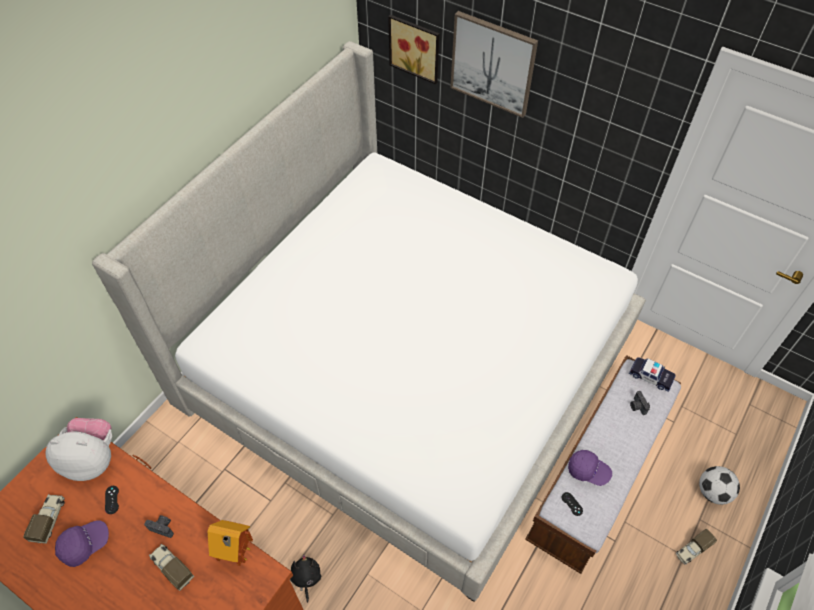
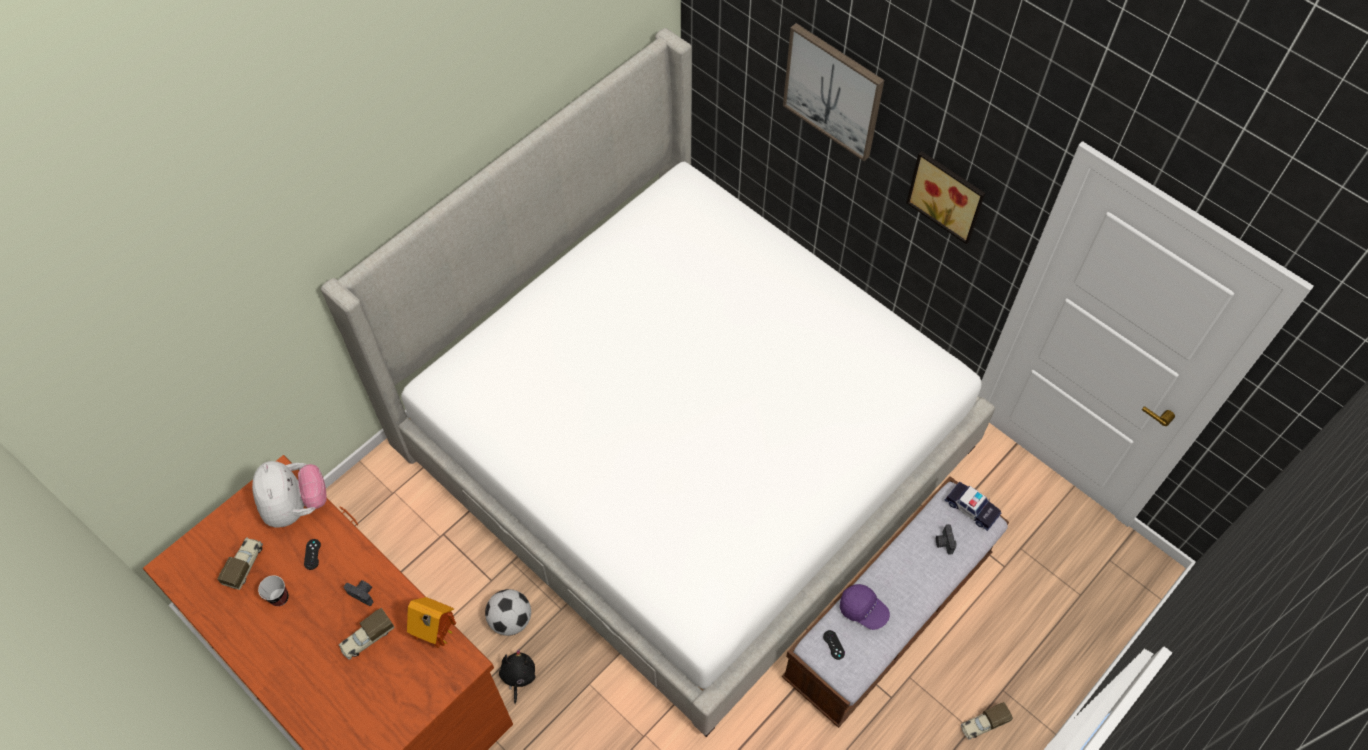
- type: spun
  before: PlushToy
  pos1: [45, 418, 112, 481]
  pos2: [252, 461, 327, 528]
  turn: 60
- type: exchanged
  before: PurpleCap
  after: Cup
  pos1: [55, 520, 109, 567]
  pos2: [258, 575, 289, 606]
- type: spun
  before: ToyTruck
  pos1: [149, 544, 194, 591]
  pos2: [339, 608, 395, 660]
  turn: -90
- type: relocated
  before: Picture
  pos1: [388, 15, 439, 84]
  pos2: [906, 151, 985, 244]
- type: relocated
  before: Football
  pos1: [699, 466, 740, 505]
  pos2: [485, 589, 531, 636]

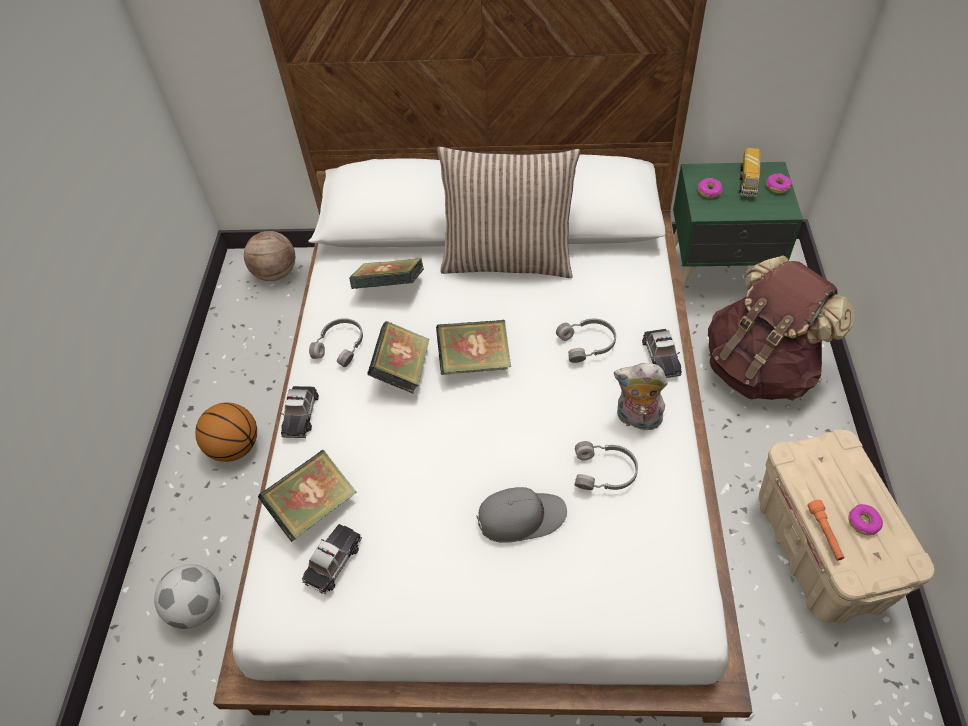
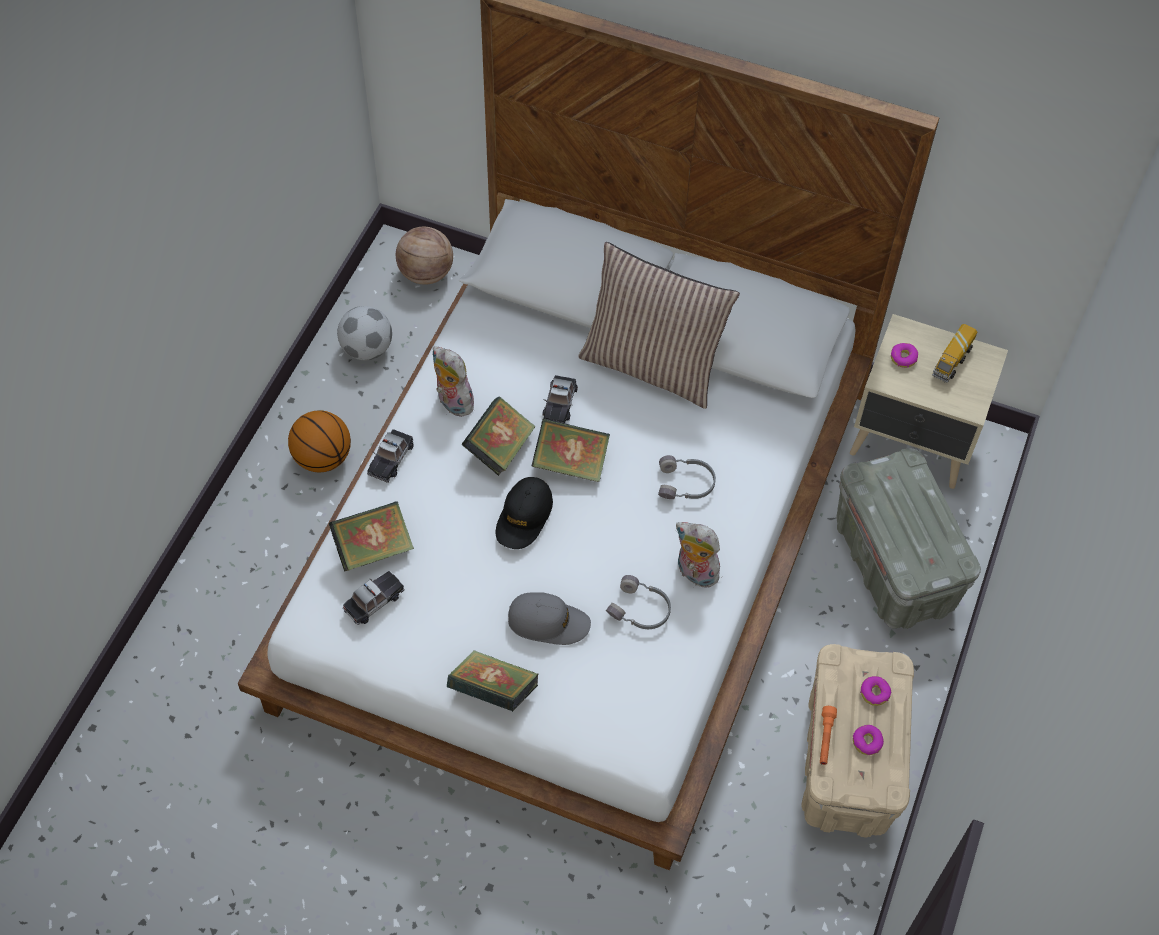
- type: relocated
  before: Football
  pos1: [154, 564, 220, 629]
  pos2: [337, 306, 392, 361]
- type: exchanged
  before: GreyHeadphones
  after: PlushToy
  pos1: [309, 318, 363, 367]
  pos2: [432, 346, 475, 417]
- type: relocated
  before: Book
  pos1: [349, 258, 424, 289]
  pos2: [447, 650, 538, 712]
- type: relocated
  before: ToyCar
  pos1: [642, 329, 682, 378]
  pos2: [542, 375, 578, 424]
- type: colour
  before: GreenNightstand
  after: BeigeNightstand
  pos1: [673, 162, 803, 290]
  pos2: [850, 314, 1008, 489]
- type: exchanged
  before: BrownBackpack
  after: GreyStorageBox
  pos1: [708, 256, 855, 401]
  pos2: [836, 448, 981, 629]
- type: relocated
  before: Donut
  pos1: [766, 173, 792, 194]
  pos2: [860, 676, 891, 706]
- type: appeared
  after: BlackCap
  pos2: [496, 477, 553, 549]

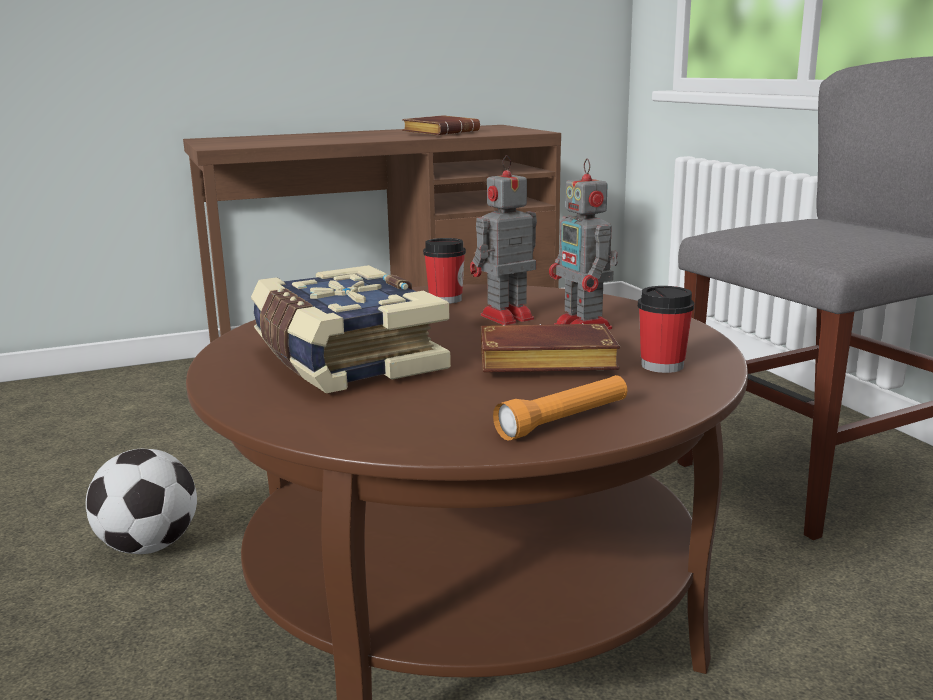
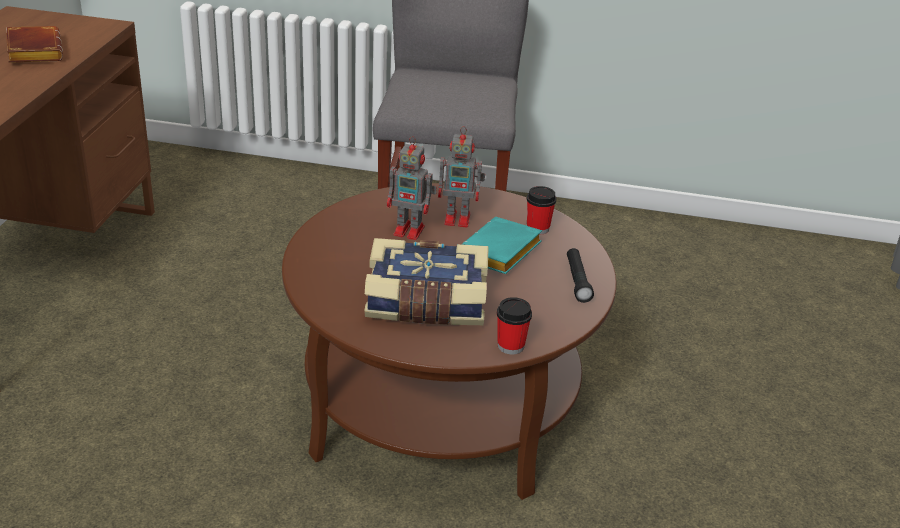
- type: missing
  before: Football
  pos1: [86, 449, 197, 554]
- type: relocated
  before: Cup
  pos1: [423, 238, 466, 304]
  pos2: [497, 297, 532, 354]
- type: spun
  before: ToyRobot
  pos1: [470, 155, 537, 325]
  pos2: [387, 136, 437, 240]
  turn: -75
- type: colour
  before: BrownBook
  after: TurquoiseBook
  pos1: [481, 323, 620, 372]
  pos2: [462, 217, 542, 274]
- type: colour
  before: OrangeFlashlight
  after: BlackFlashlight
  pos1: [493, 375, 627, 441]
  pos2: [567, 248, 594, 303]

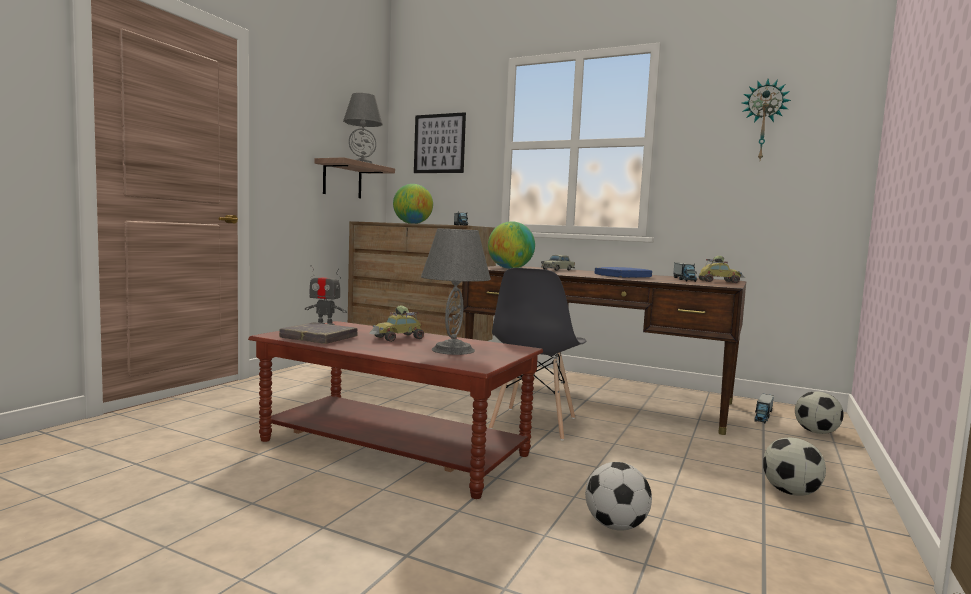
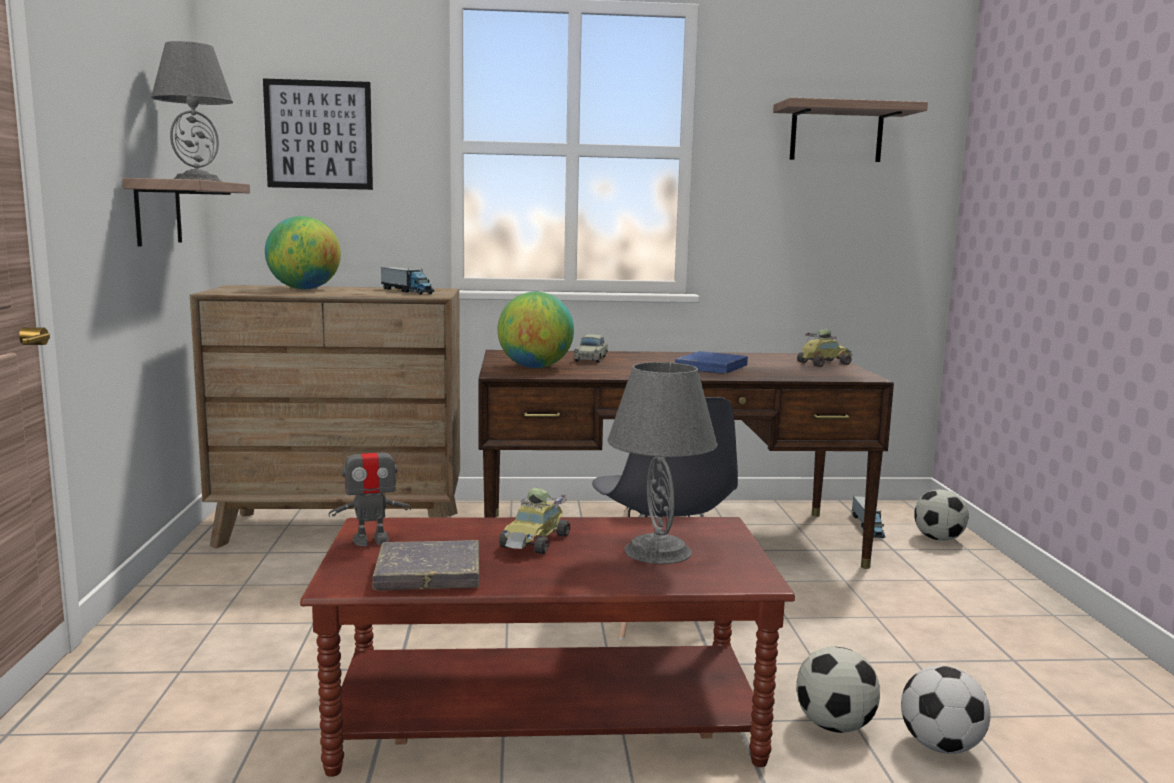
- type: missing
  before: ToyTruck
  pos1: [674, 263, 697, 282]
- type: exchanged
  before: WallClock
  after: Shelf
  pos1: [742, 79, 791, 160]
  pos2: [773, 98, 928, 162]
- type: relocated
  before: Football
  pos1: [763, 437, 826, 496]
  pos2: [796, 647, 880, 733]

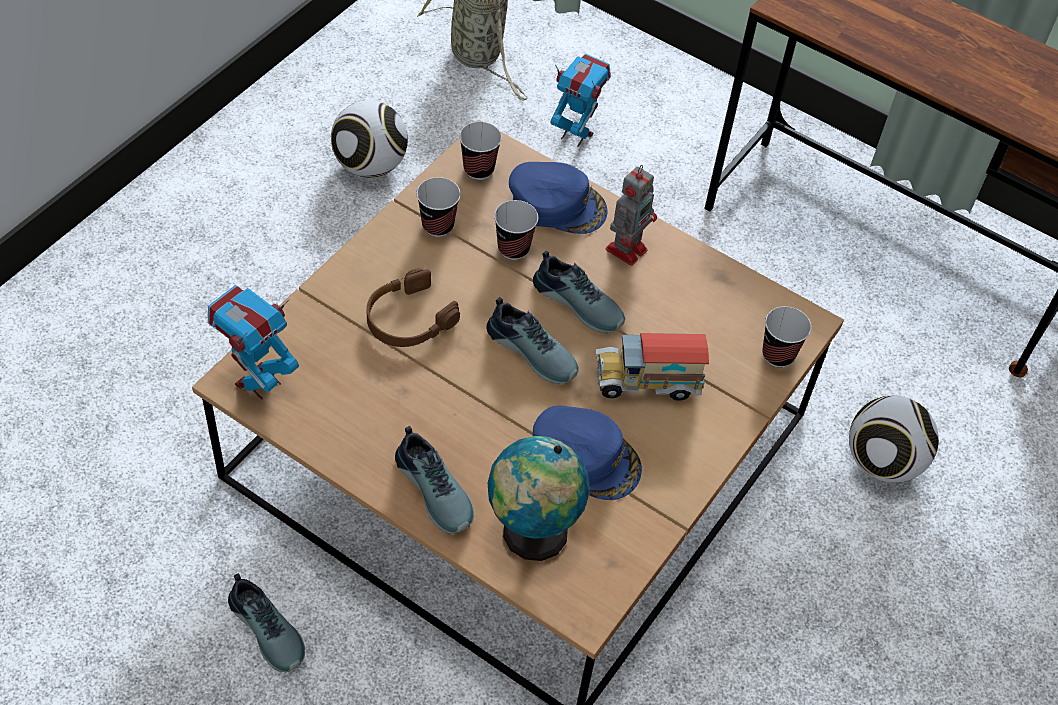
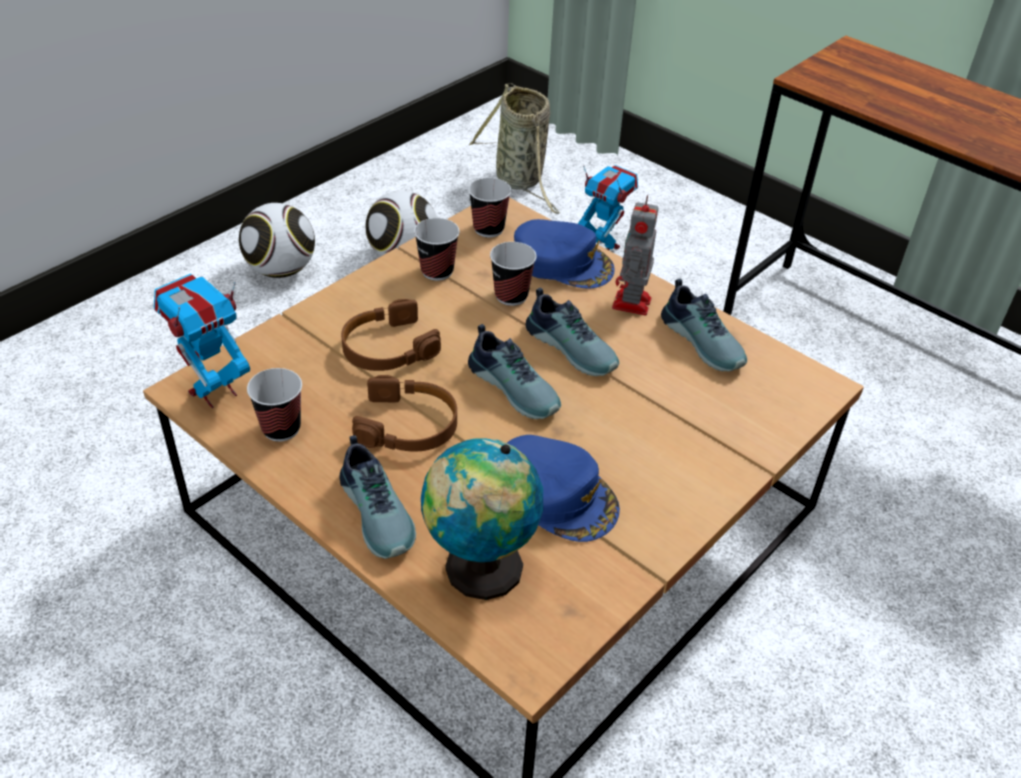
- type: relocated
  before: Shoe
  pos1: [228, 573, 305, 672]
  pos2: [661, 279, 747, 372]
- type: missing
  before: ToyTruck
  pos1: [596, 333, 709, 401]
- type: spun
  before: ToyRobot
  pos1: [605, 165, 657, 266]
  pos2: [612, 195, 658, 315]
  turn: 150
- type: relocated
  before: Cup
  pos1: [762, 306, 811, 368]
  pos2: [247, 368, 302, 442]
- type: relocated
  before: Football
  pos1: [849, 396, 939, 483]
  pos2: [239, 203, 315, 278]
- type: appeared
  after: BrownHeadphones
  pos2: [352, 375, 457, 452]

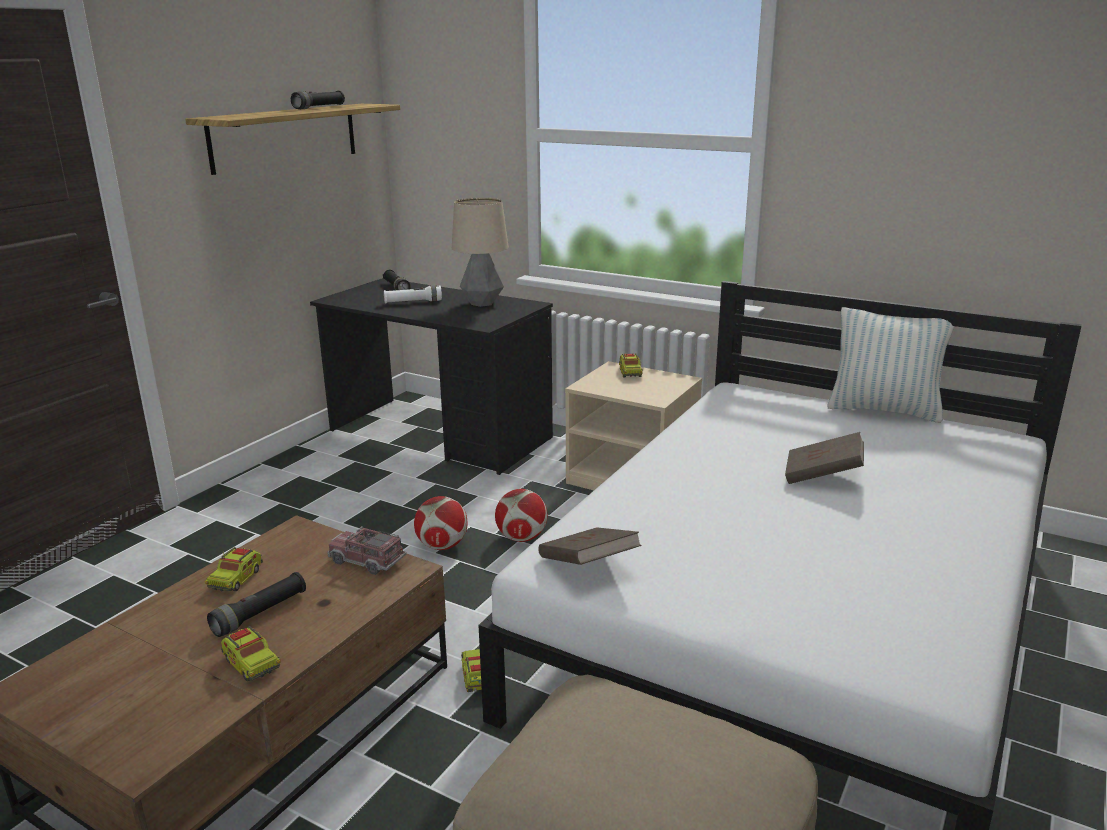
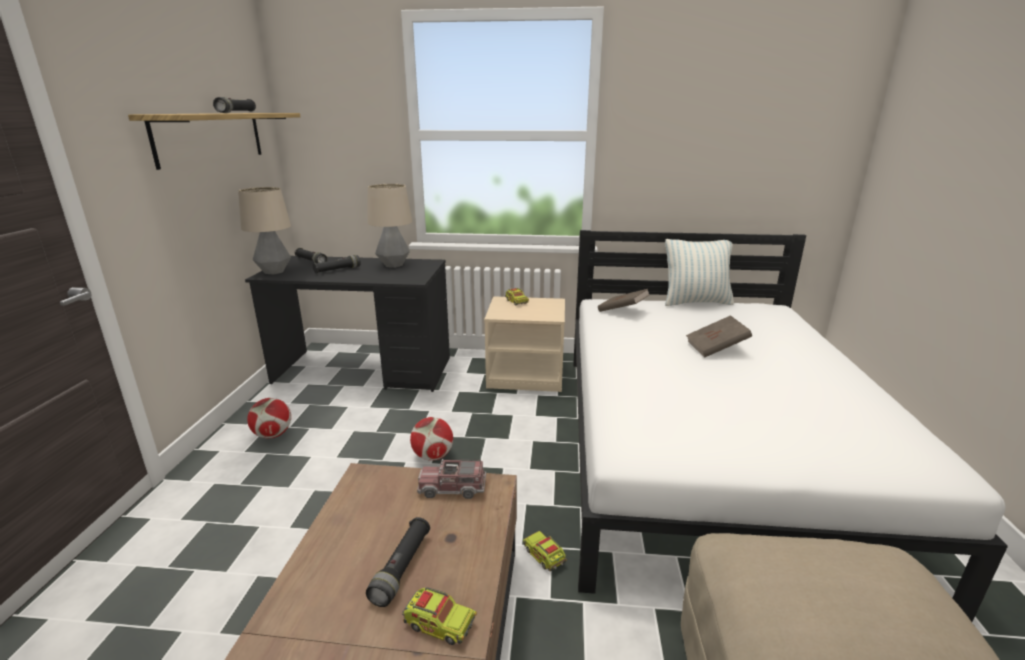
- type: missing
  before: ToyTruck
  pos1: [205, 547, 263, 592]
- type: colour
  before: WhiteFlashlight
  after: BlackFlashlight
  pos1: [384, 285, 442, 304]
  pos2: [313, 255, 361, 273]
- type: relocated
  before: Football
  pos1: [495, 489, 547, 542]
  pos2: [247, 398, 291, 438]
- type: relocated
  before: BrownBook
  pos1: [538, 527, 642, 565]
  pos2: [598, 289, 650, 312]
- type: appeared
  after: TableLamp
  pos2: [238, 187, 291, 275]

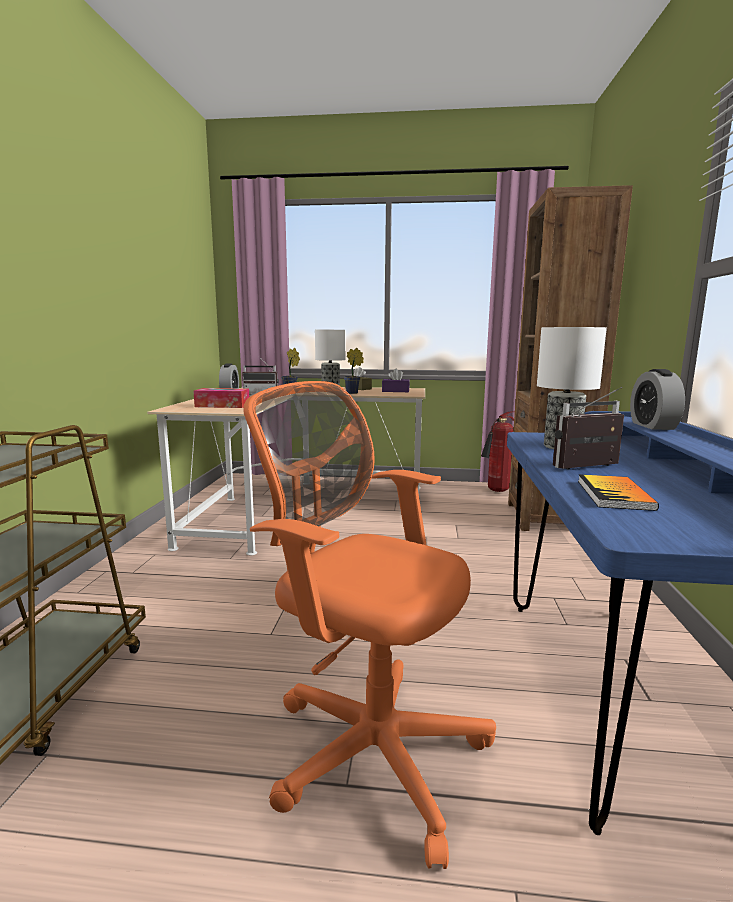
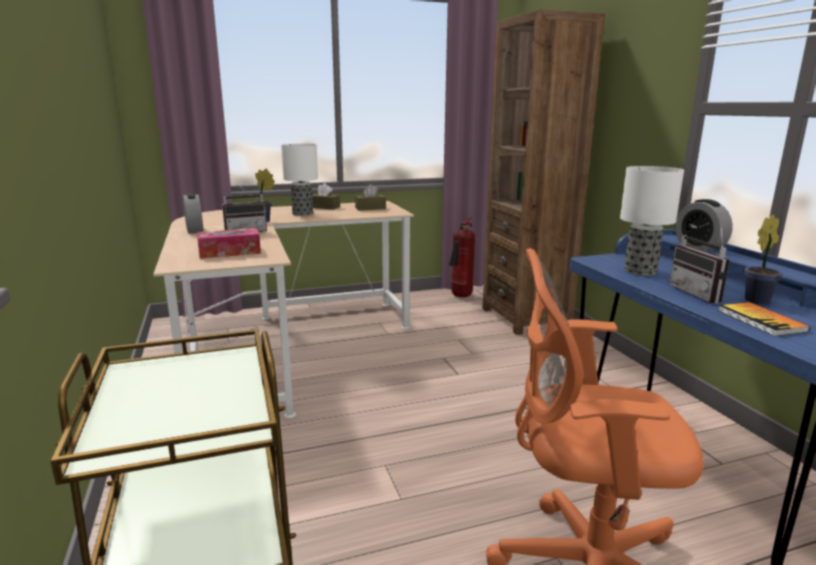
- type: relocated
  before: PottedPlant
  pos1: [344, 348, 364, 394]
  pos2: [744, 214, 783, 305]
- type: colour
  before: PurpleTissueBox
  after: BrownTissueBox
  pos1: [382, 369, 410, 392]
  pos2: [355, 184, 386, 211]
- type: spun
  before: Radio
  pos1: [553, 387, 624, 469]
  pos2: [669, 224, 730, 304]
  turn: -60

